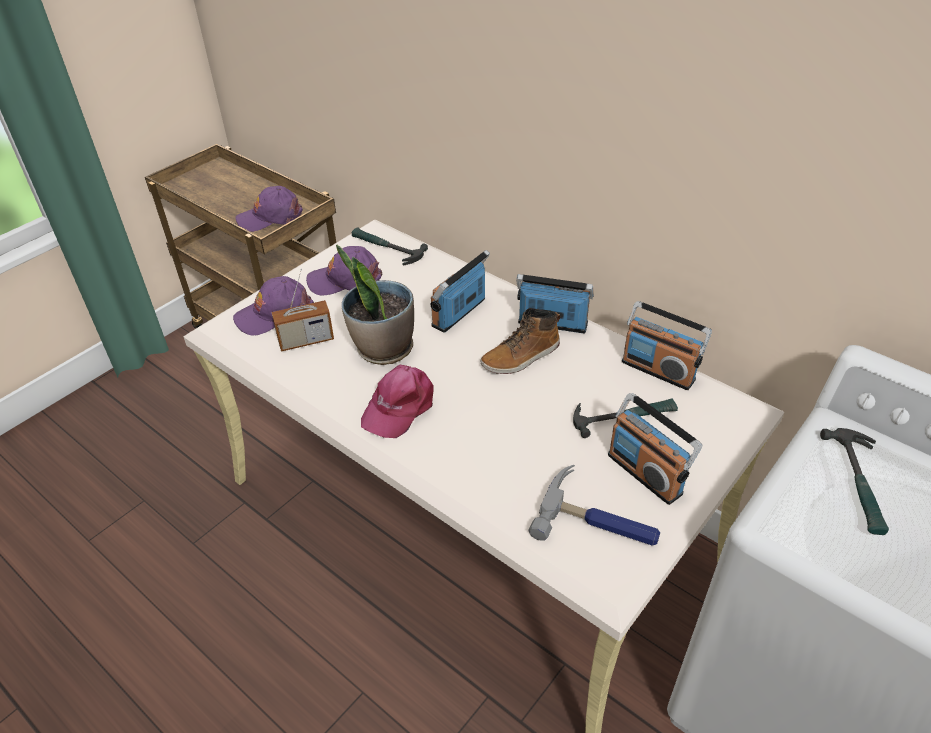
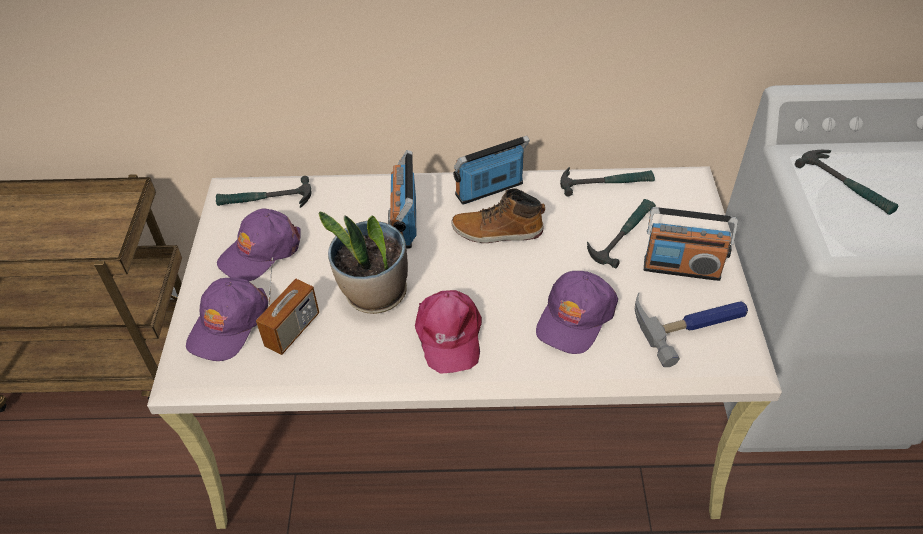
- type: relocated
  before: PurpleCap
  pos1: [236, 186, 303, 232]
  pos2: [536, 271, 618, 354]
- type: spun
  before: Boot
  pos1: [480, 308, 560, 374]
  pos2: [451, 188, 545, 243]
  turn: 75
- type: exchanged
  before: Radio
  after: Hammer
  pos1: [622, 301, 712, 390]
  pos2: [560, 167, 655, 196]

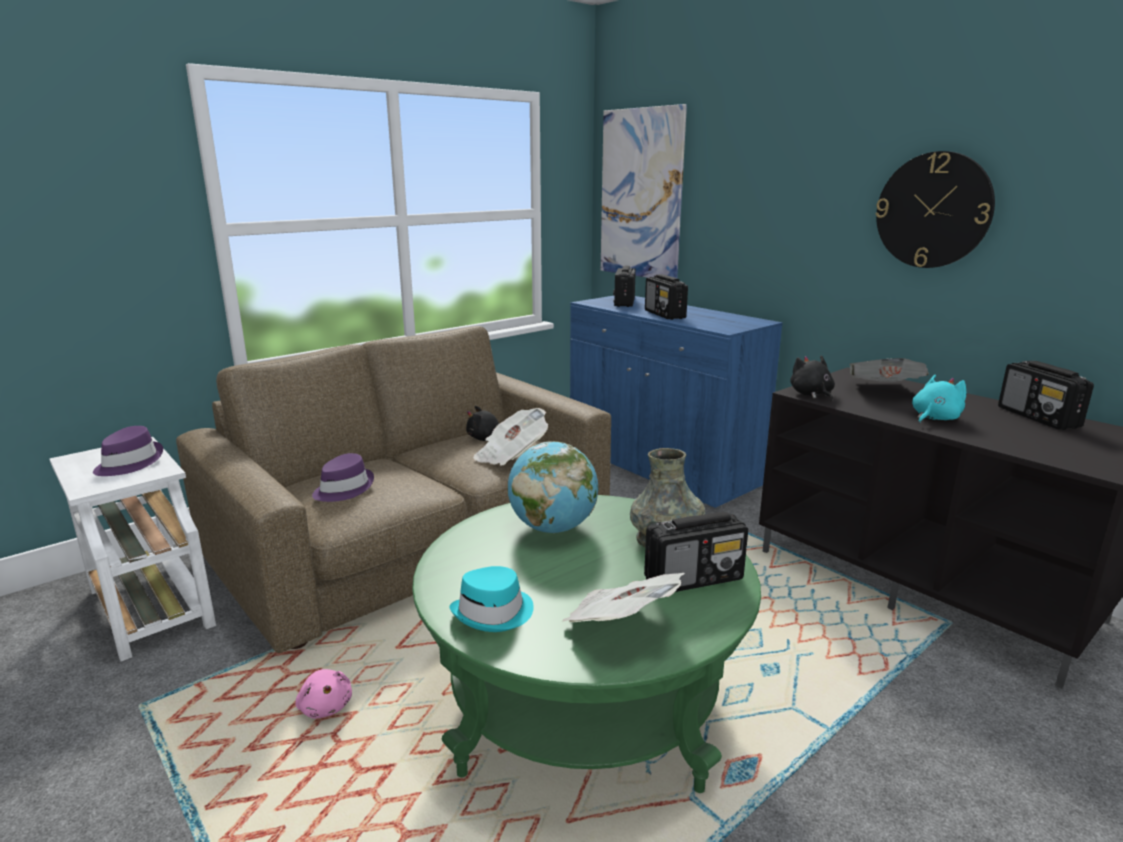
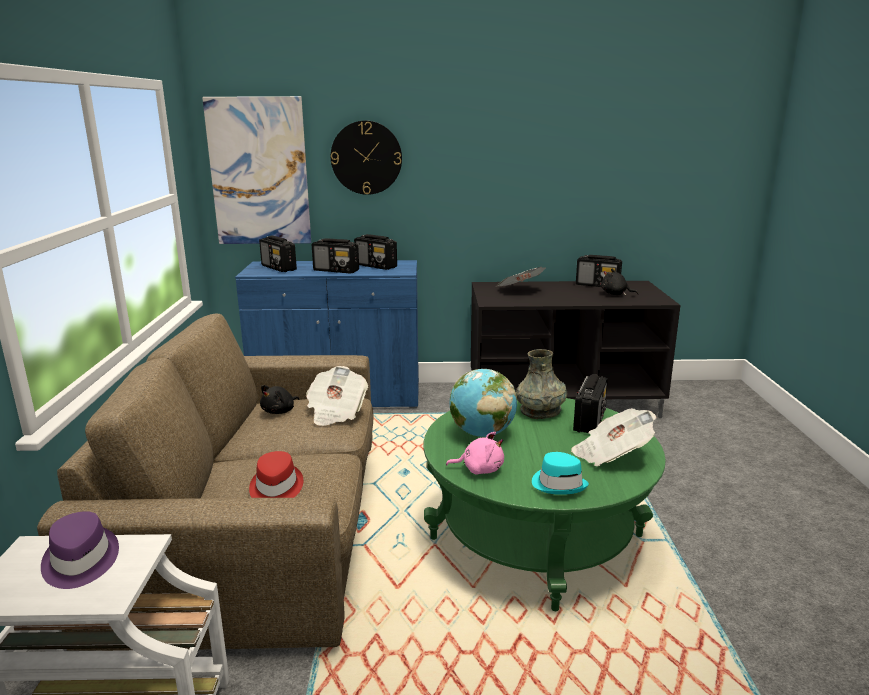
- type: relocated
  before: PinkPlushToy
  pos1: [295, 669, 352, 719]
  pos2: [446, 432, 504, 475]
- type: colour
  before: PurpleHat
  after: RedHat
  pos1: [312, 453, 374, 502]
  pos2: [249, 451, 303, 498]
- type: relocated
  before: BlackPlushToy
  pos1: [790, 355, 835, 402]
  pos2: [601, 269, 639, 296]
- type: relocated
  before: WallClock
  pos1: [876, 151, 995, 268]
  pos2: [331, 121, 402, 195]
- type: missing
  before: TurquoisePlushToy
  pos1: [912, 375, 966, 423]
- type: appeared
  after: Radio
  pos2: [354, 234, 397, 270]

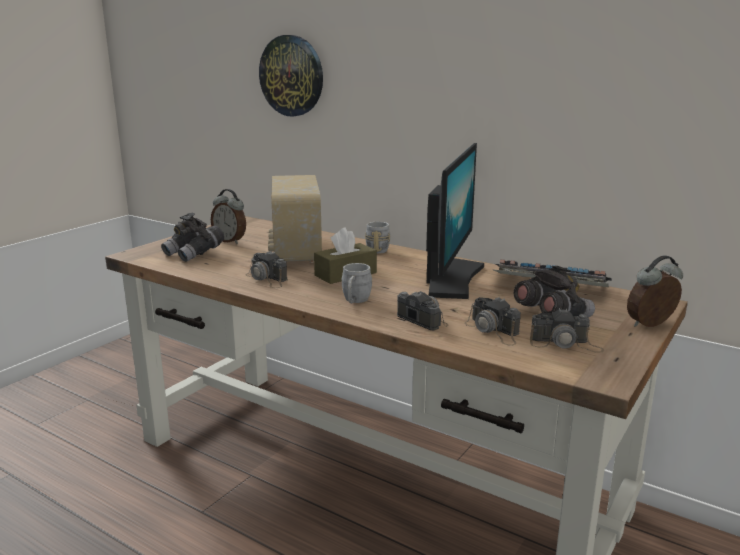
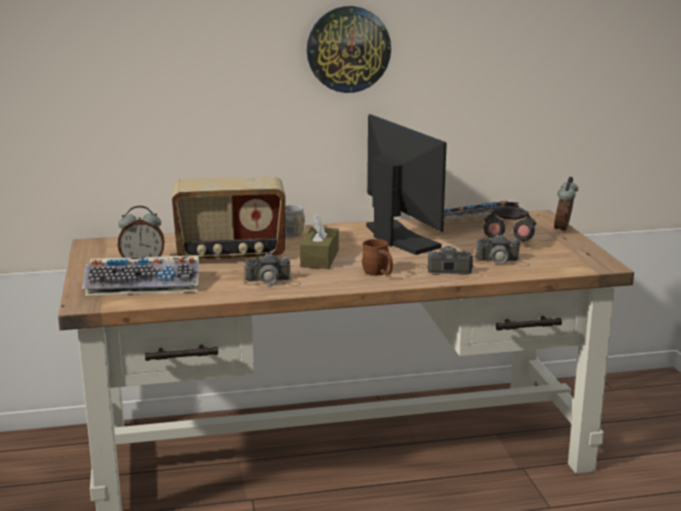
- type: exchanged
  before: GreyBinoculars
  after: Keyboard
  pos1: [161, 213, 224, 262]
  pos2: [82, 256, 199, 296]
- type: relocated
  before: WallClock
  pos1: [259, 35, 323, 117]
  pos2: [307, 6, 391, 93]
- type: spun
  before: Radio
  pos1: [268, 175, 322, 263]
  pos2: [172, 176, 285, 260]
  turn: -45
- type: colour
  before: GreyMug
  after: BrownMug
  pos1: [342, 263, 372, 303]
  pos2: [361, 239, 393, 276]
- type: missing
  before: PhotoCamera
  pos1: [530, 308, 604, 353]

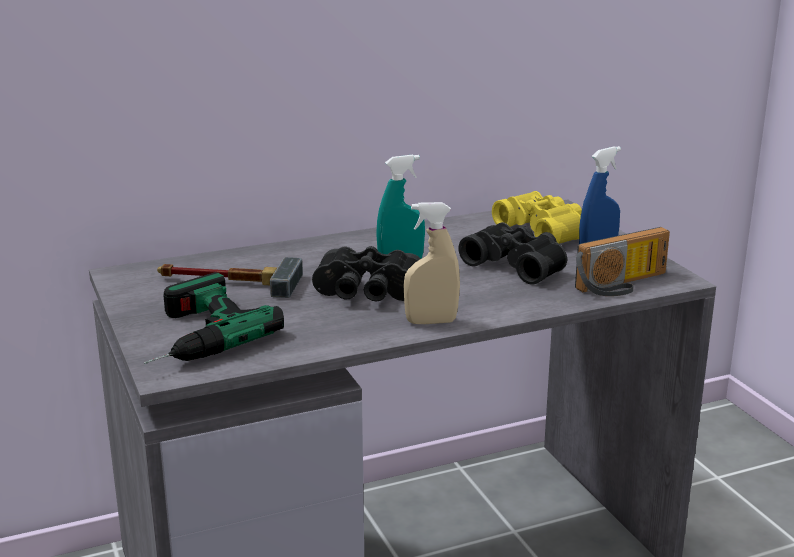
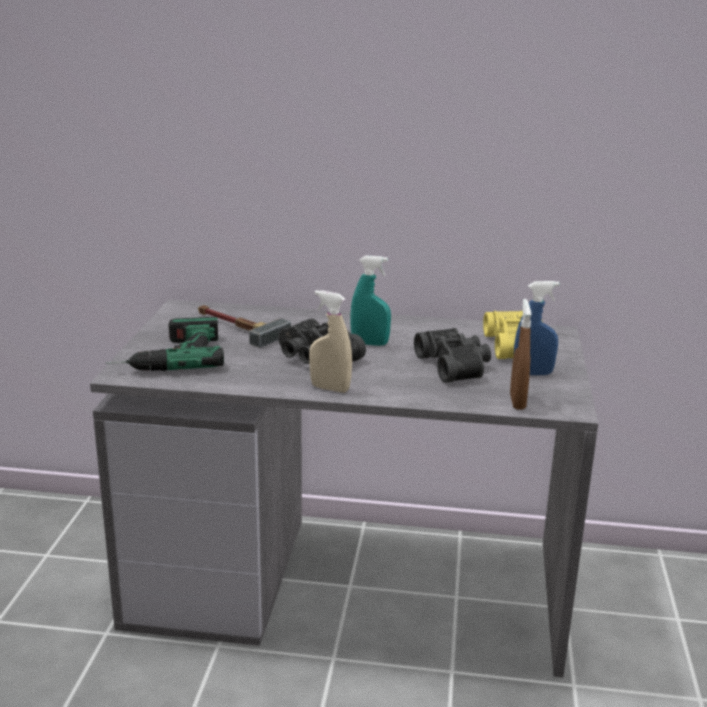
- type: exchanged
  before: Radio
  after: BrownSprayBottle
  pos1: [575, 227, 670, 296]
  pos2: [510, 299, 531, 410]

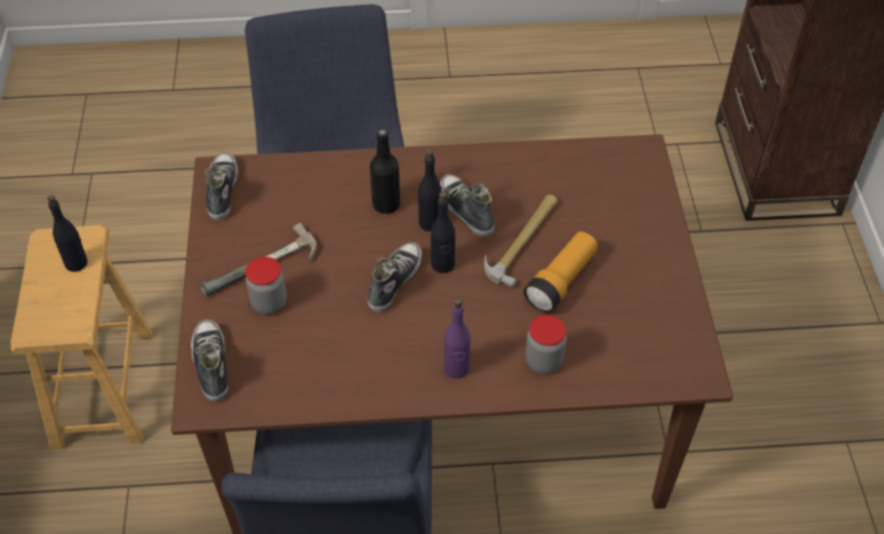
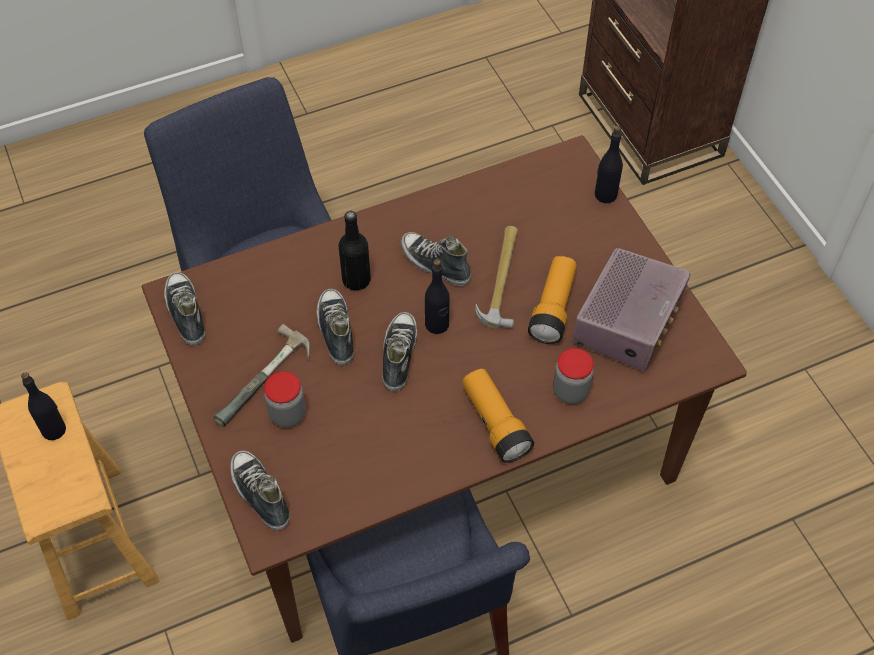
- type: relocated
  before: BlackBottle
  pos1: [418, 150, 442, 232]
  pos2: [595, 126, 623, 203]
- type: exchanged
  before: PurpleBottle
  after: Flashlight
  pos1: [444, 298, 471, 378]
  pos2: [462, 369, 534, 463]
- type: appeared
  after: Shoe
  pos2: [317, 289, 354, 365]
- type: appeared
  after: Radio
  pos2: [573, 248, 690, 371]

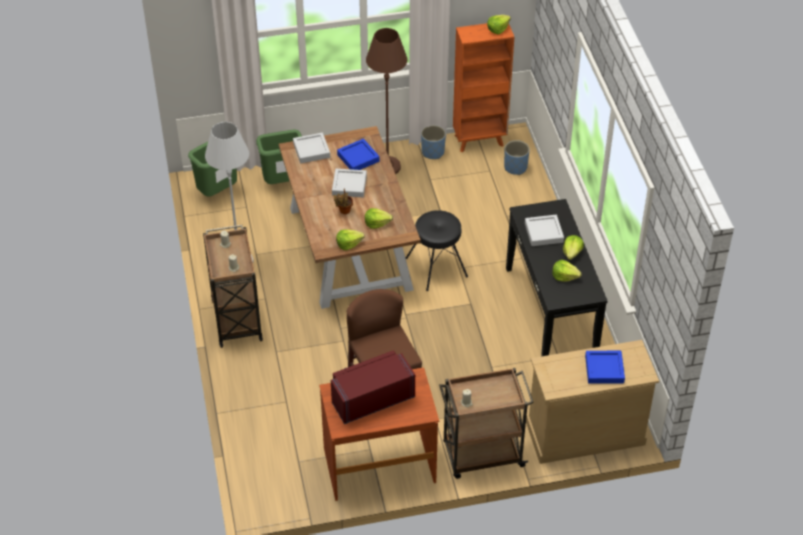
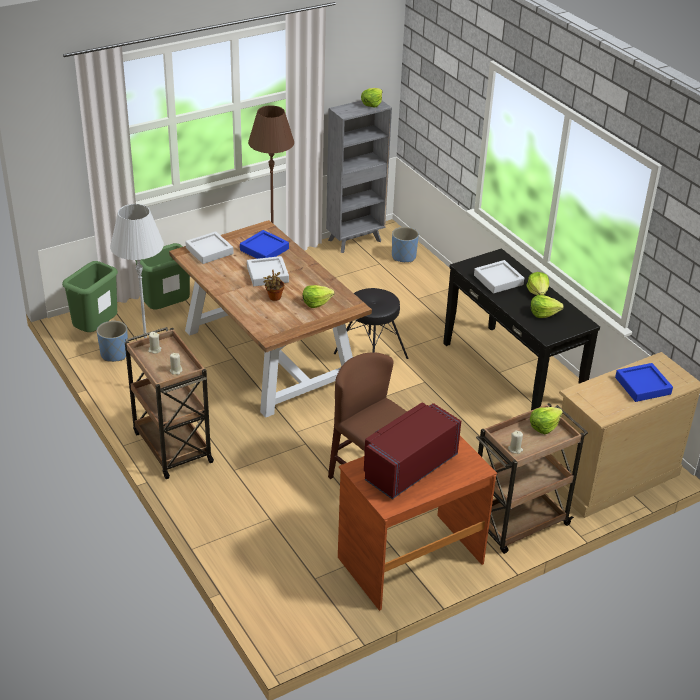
- type: relocated
  before: Lettuce
  pos1: [336, 229, 365, 250]
  pos2: [530, 407, 563, 434]
- type: relocated
  before: BluePlanter
  pos1: [421, 125, 446, 159]
  pos2: [97, 321, 128, 362]
- type: colour
  before: OrangeBookcase
  after: GreyBookcase
  pos1: [453, 23, 514, 153]
  pos2: [326, 100, 392, 253]

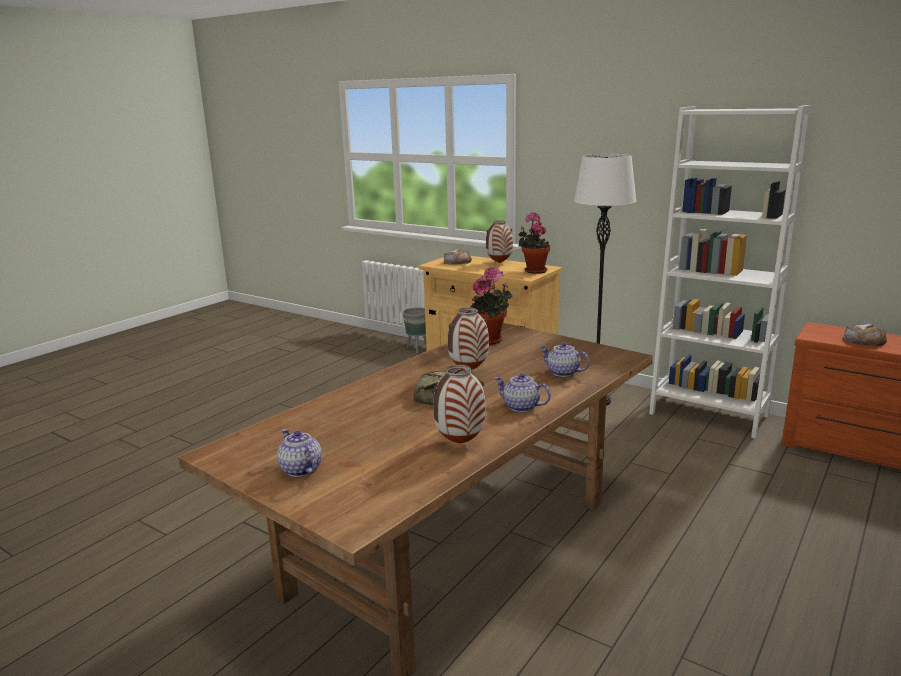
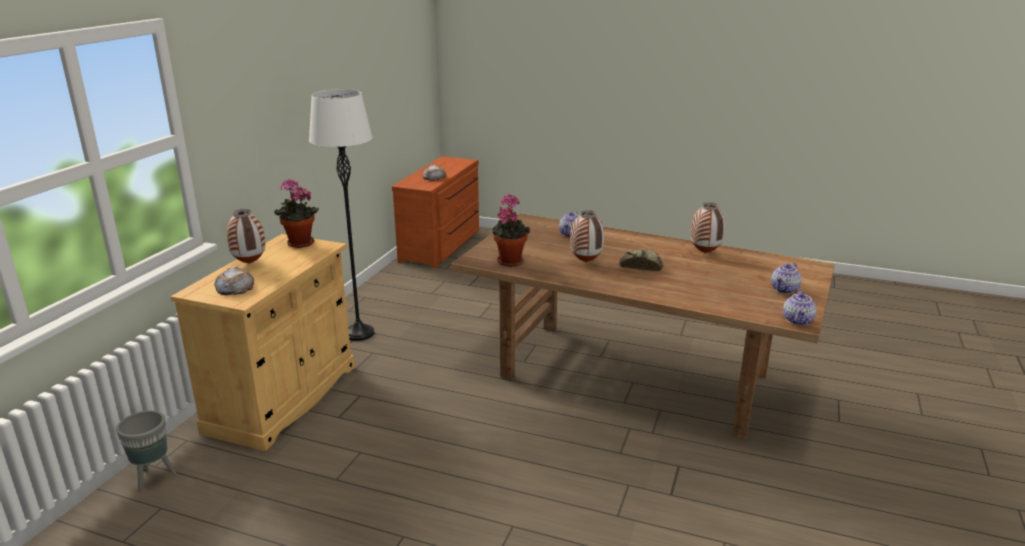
- type: relocated
  before: Teapot
  pos1: [494, 373, 551, 412]
  pos2: [783, 290, 816, 325]
- type: missing
  before: WhiteBookcase
  pos1: [649, 105, 811, 438]

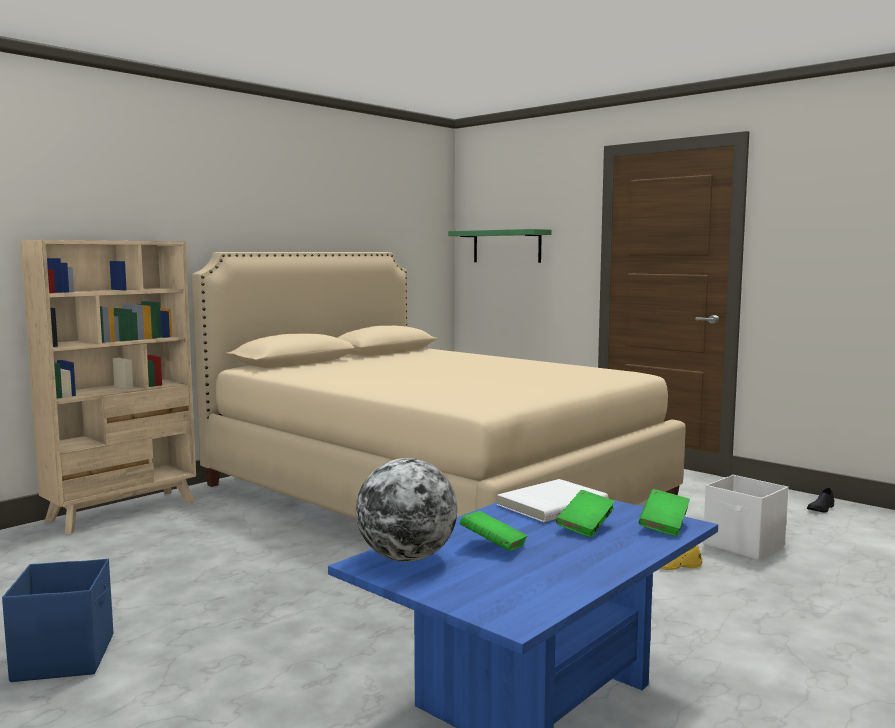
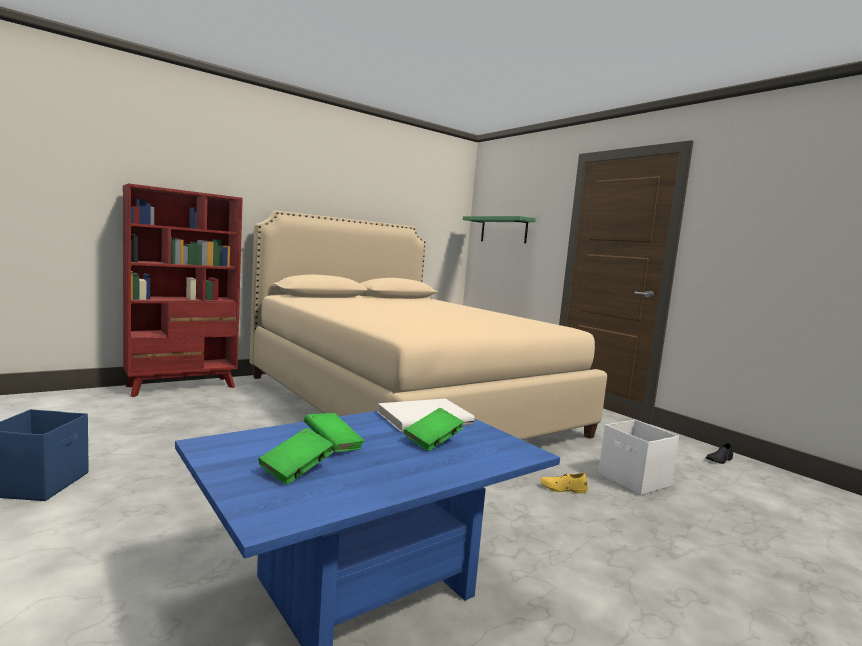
- type: colour
  before: BeigeBookcase
  after: RedBookcase
  pos1: [20, 240, 196, 534]
  pos2: [123, 183, 243, 397]
- type: missing
  before: Globe
  pos1: [356, 458, 457, 562]
- type: relocated
  before: GreenBook
  pos1: [638, 489, 690, 536]
  pos2: [258, 428, 334, 484]

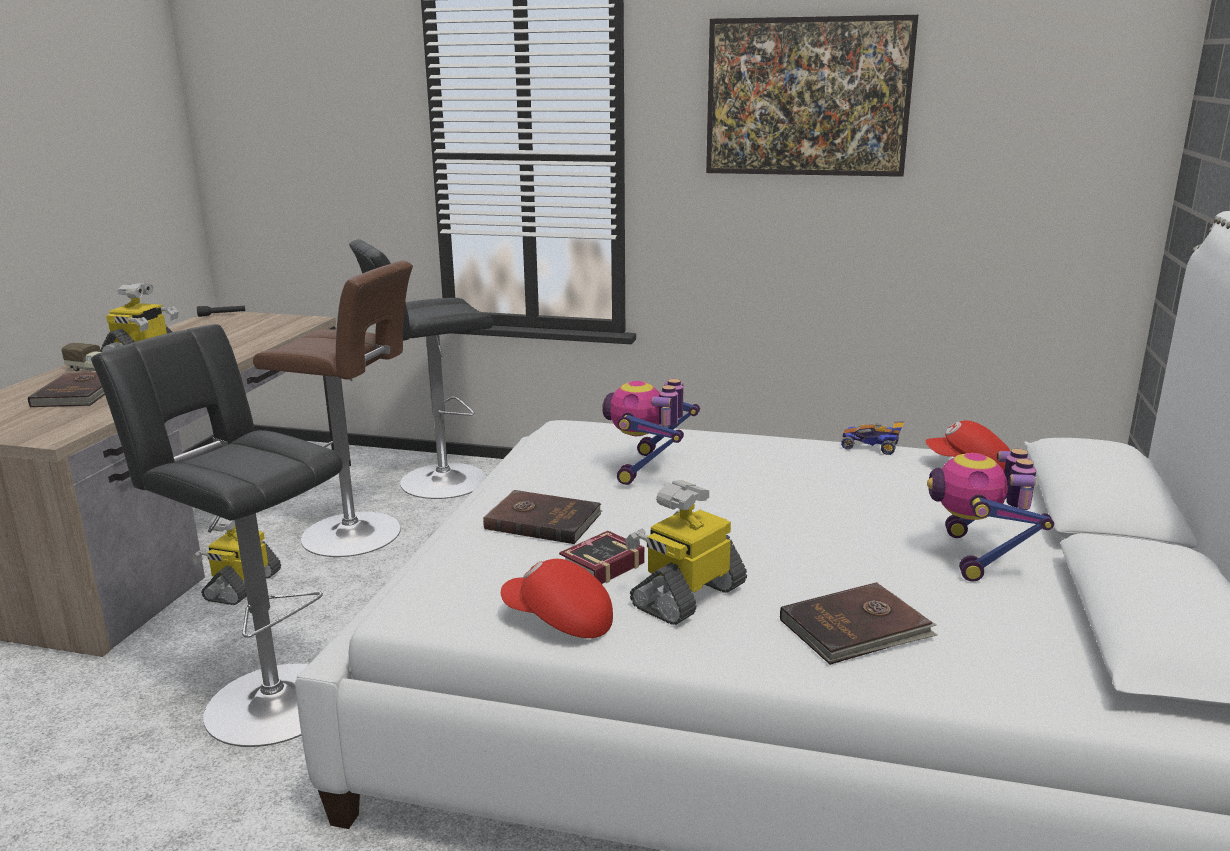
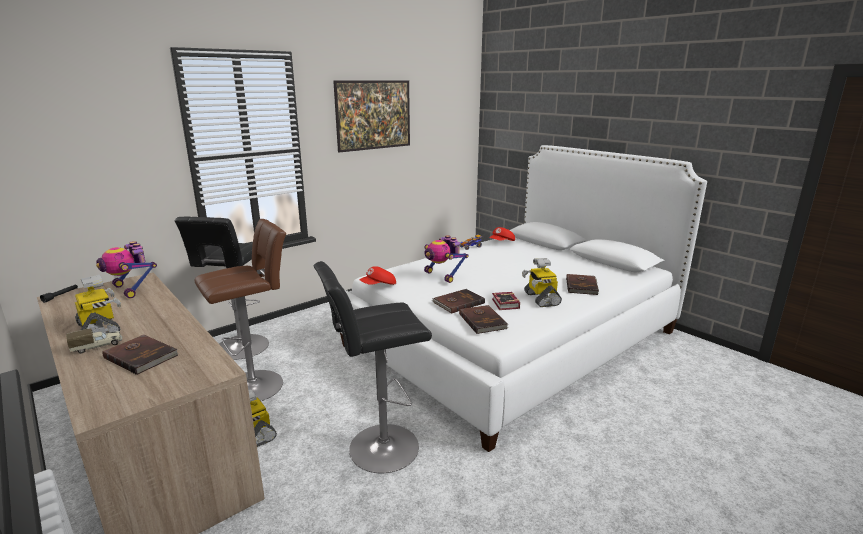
- type: relocated
  before: RedCap
  pos1: [501, 559, 613, 638]
  pos2: [359, 266, 396, 285]
- type: relocated
  before: ToyRobot
  pos1: [927, 449, 1054, 581]
  pos2: [96, 241, 157, 298]
- type: appeared
  after: BrownBook
  pos2: [459, 305, 508, 334]

